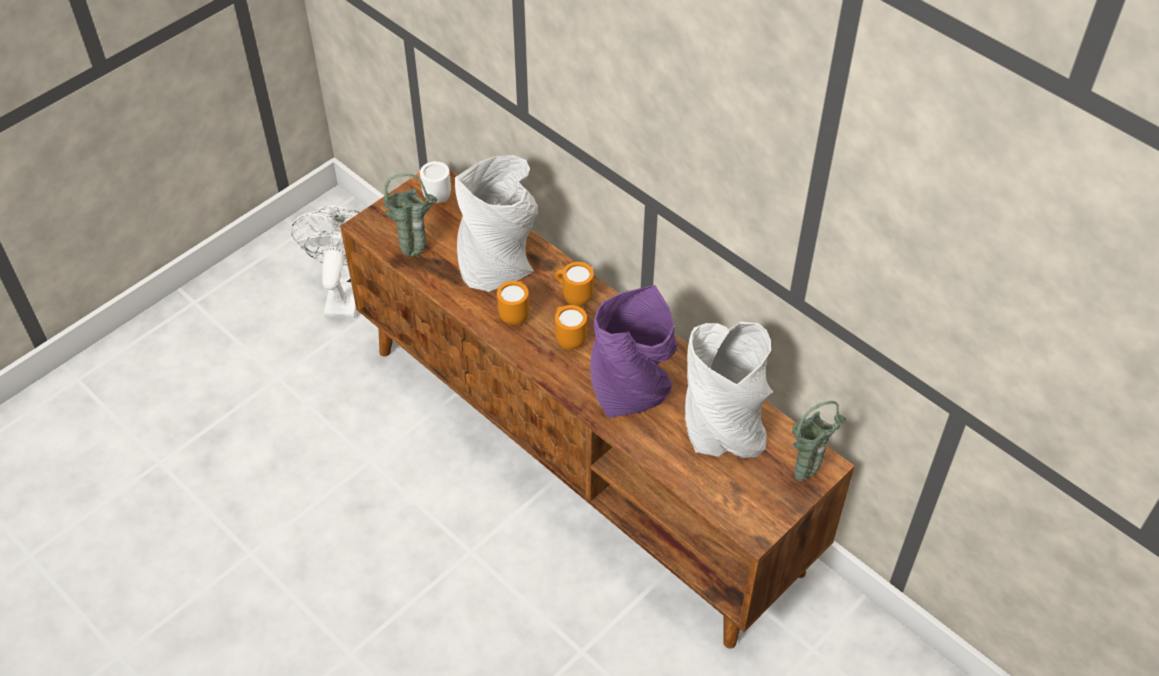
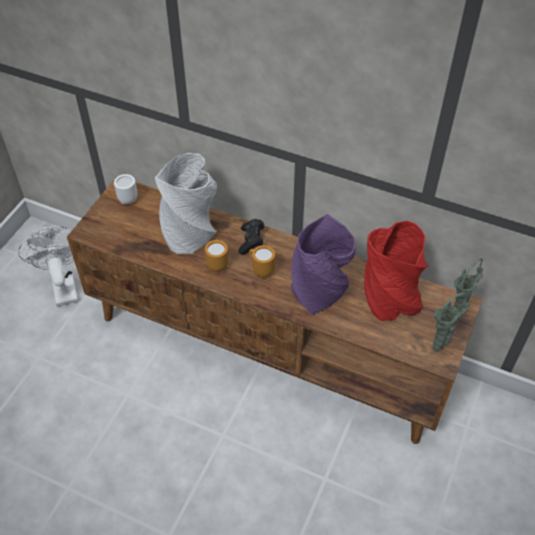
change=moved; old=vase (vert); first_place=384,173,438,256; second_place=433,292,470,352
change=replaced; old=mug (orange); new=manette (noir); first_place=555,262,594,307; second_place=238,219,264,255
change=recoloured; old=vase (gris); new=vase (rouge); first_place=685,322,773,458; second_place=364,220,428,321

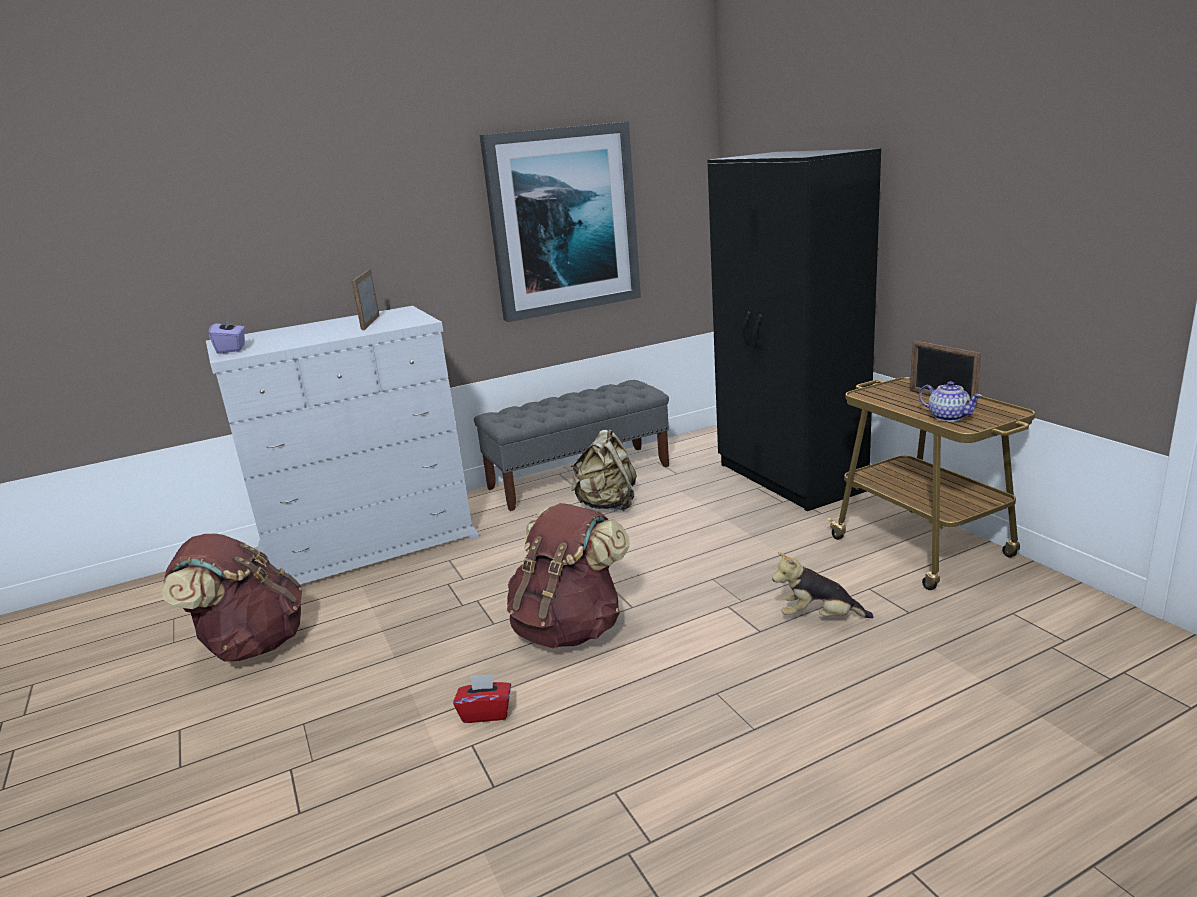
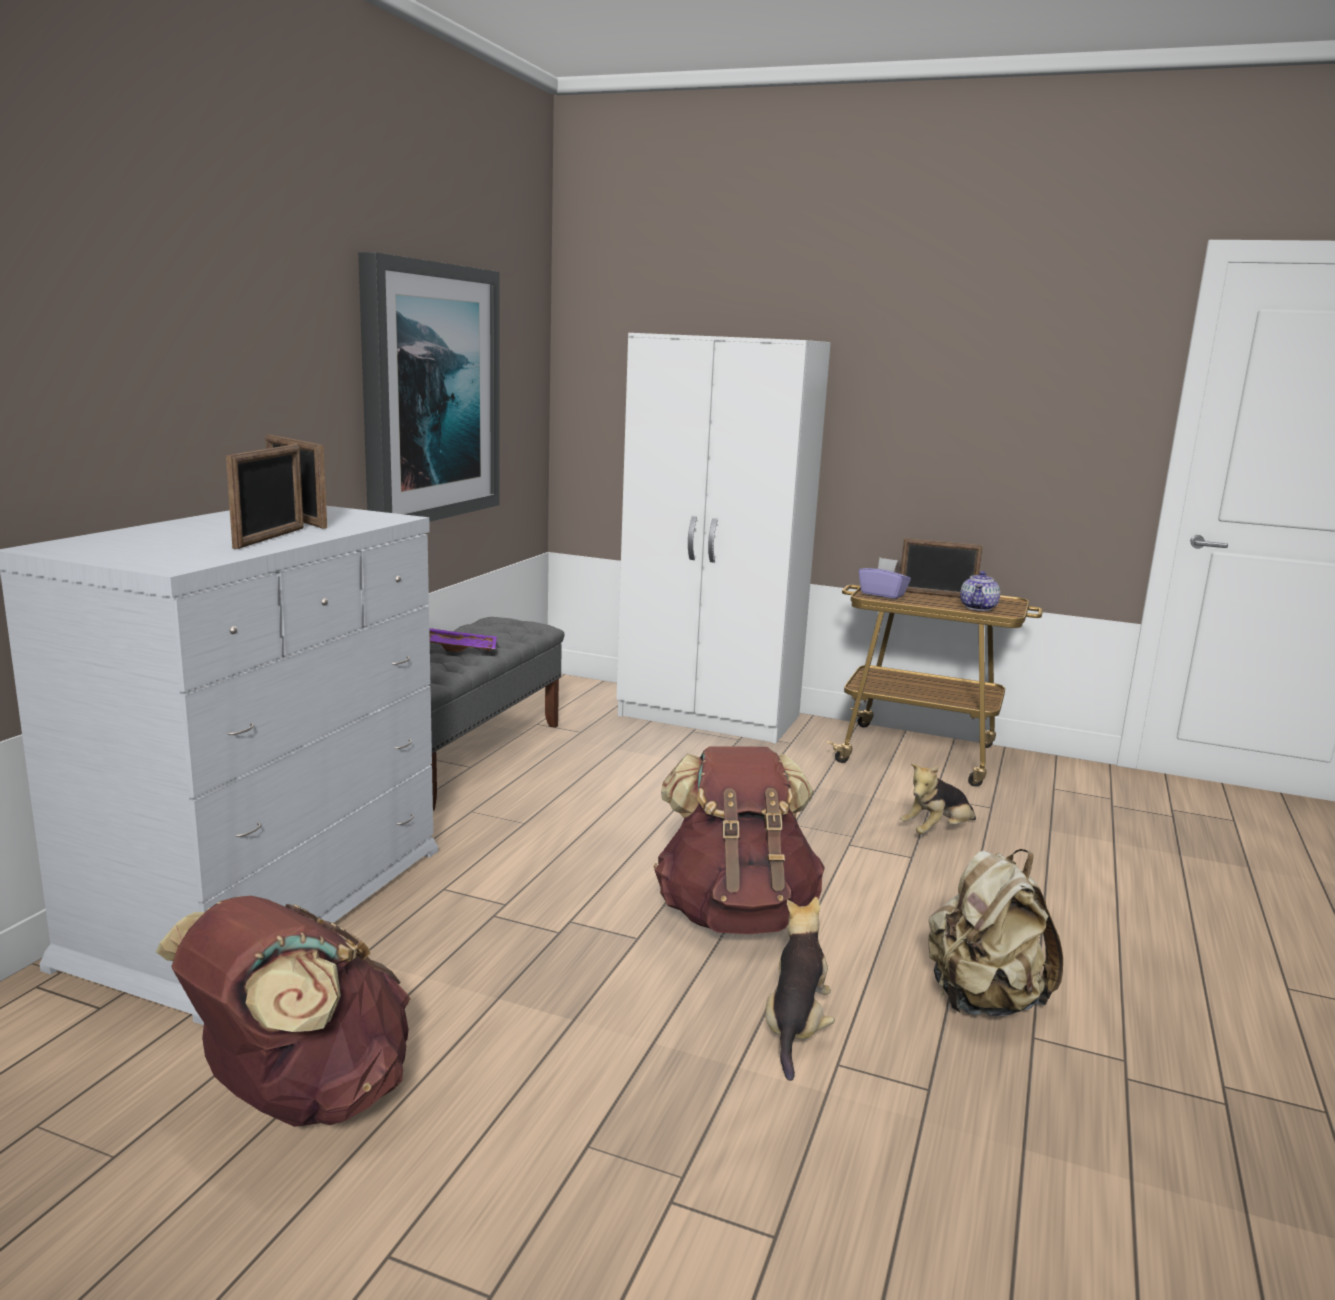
change=recoloured; old=armoire (noir); new=armoire (blanc); first_place=707,148,881,511; second_place=616,333,831,744
change=moved; old=boîte à mouchoirs (violet); first_place=209,314,245,354; second_place=858,558,911,599
change=turned; old=théière; first_place=919,381,982,422; second_place=960,571,1000,611; degrees=105
change=moved; old=sac à dos (beige); first_place=571,429,637,511; second_place=928,849,1063,1016
change=replaced; old=boîte à mouchoirs (rouge); new=peluche; first_place=453,674,511,723; second_place=766,897,835,1081
change=added; new=cadre photo; second_place=226,444,304,549
change=added; new=plateau (violet); second_place=429,628,497,652

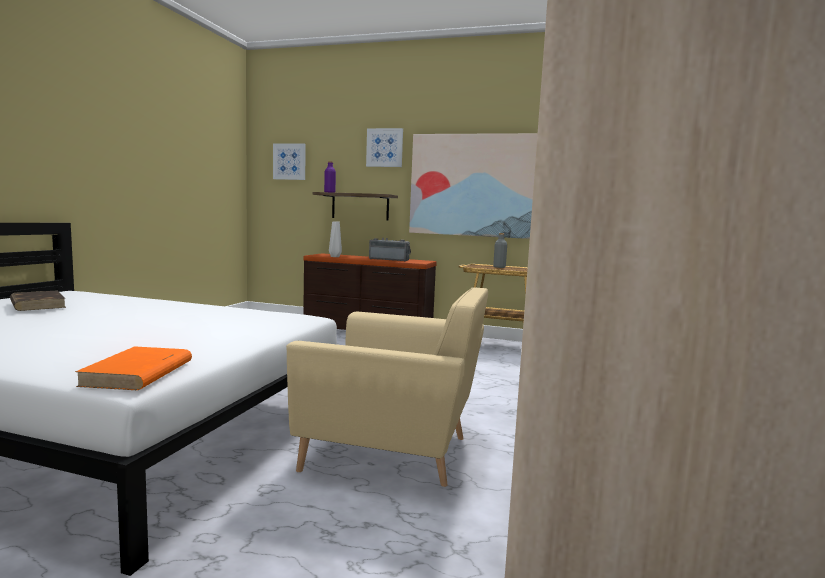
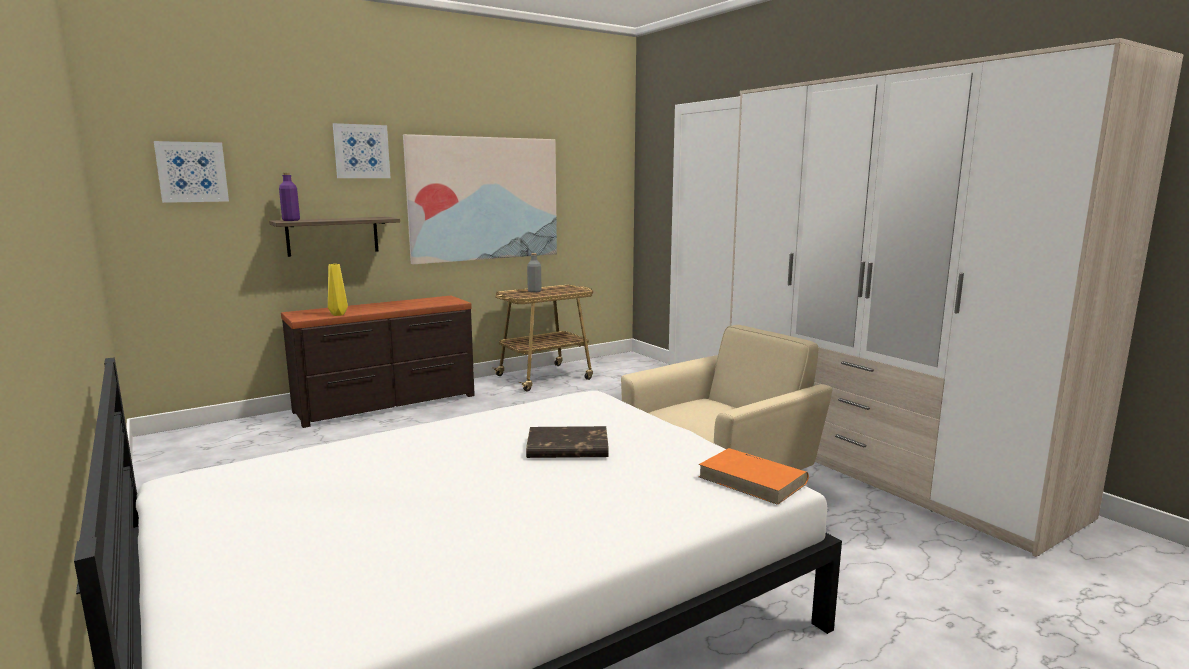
change=recoloured; old=vase (gris); new=vase (jaune); first_place=329,221,342,257; second_place=328,264,348,316
change=removed; old=radio; first_place=369,238,411,261
change=moved; old=livre (marron); first_place=10,290,66,311; second_place=526,426,609,458

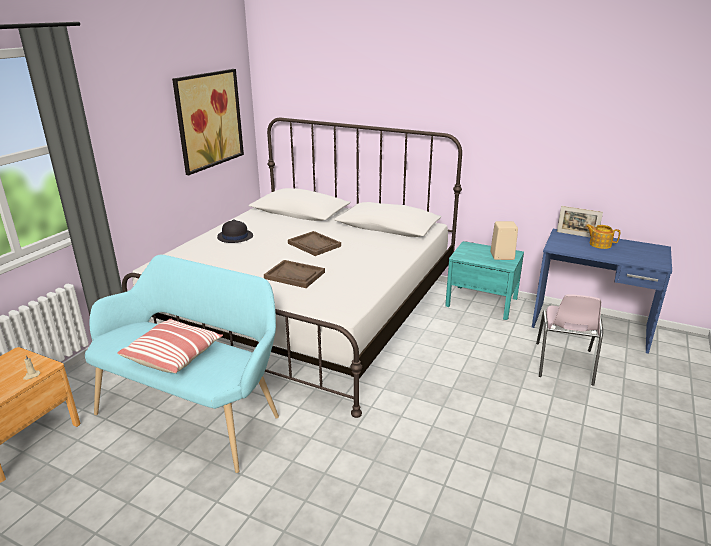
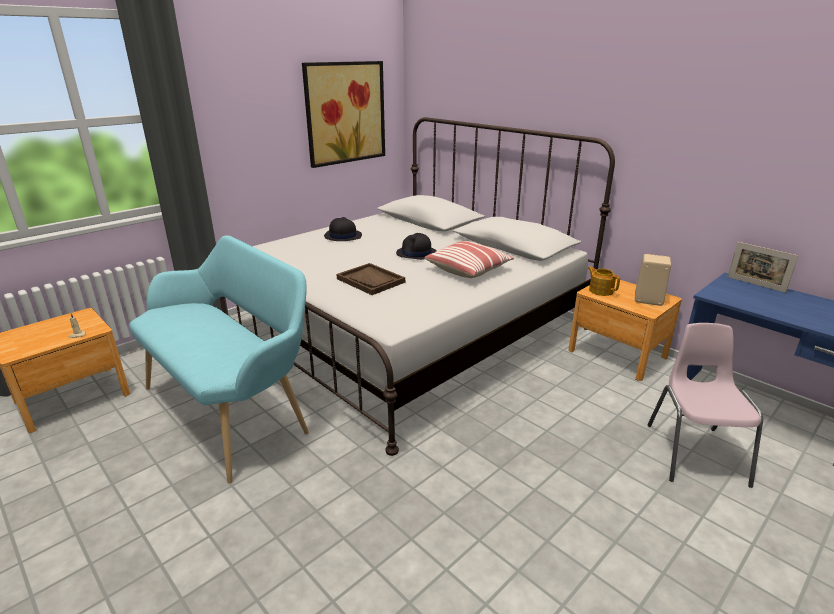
change=moved; old=théière; first_place=585,224,620,249; second_place=588,266,620,296
change=replaced; old=plateau (marron); new=chapeau (noir); first_place=288,231,341,256; second_place=396,233,437,260
change=recoloured; old=table de chevet (turquoise); new=table de chevet (marron); first_place=445,241,524,320; second_place=568,279,682,381
change=turned; old=chaise (rose); first_place=536,294,603,386; second_place=647,323,763,488; degrees=150
change=moved; old=coussin; first_place=117,319,223,373; second_place=424,241,514,278

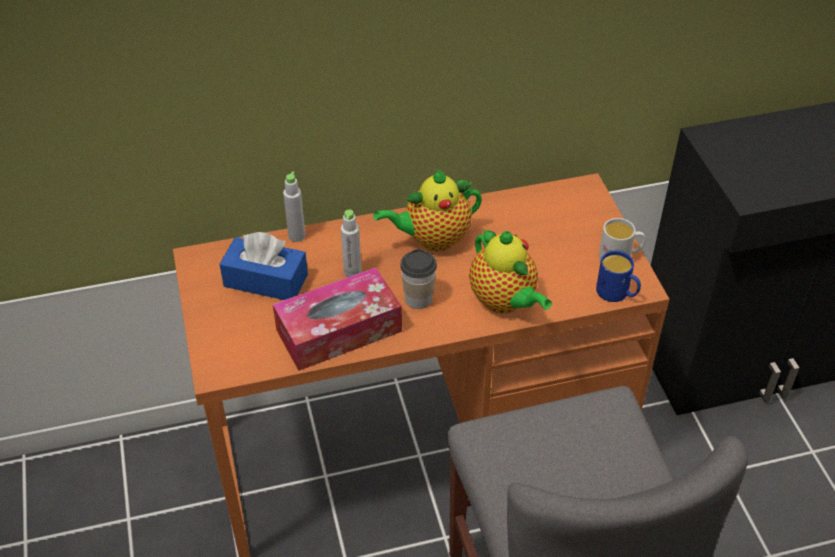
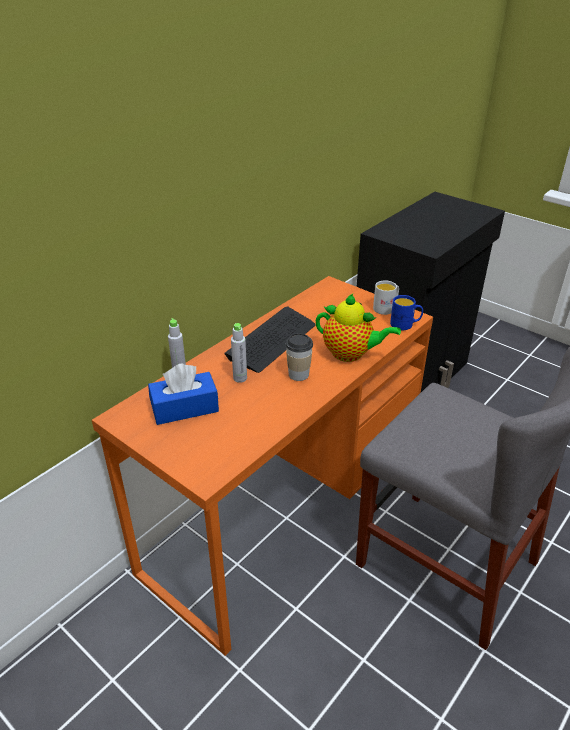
change=replaced; old=théière; new=clavier; first_place=373,170,482,251; second_place=224,306,315,373
change=removed; old=boîte à mouchoirs; first_place=273,268,402,371

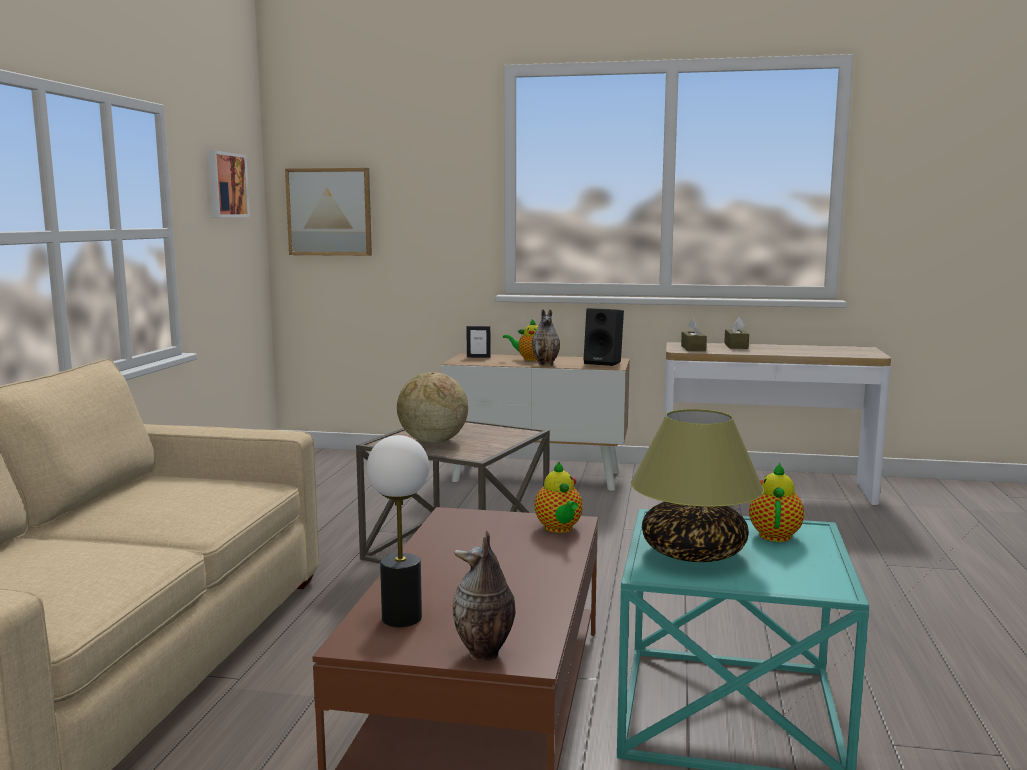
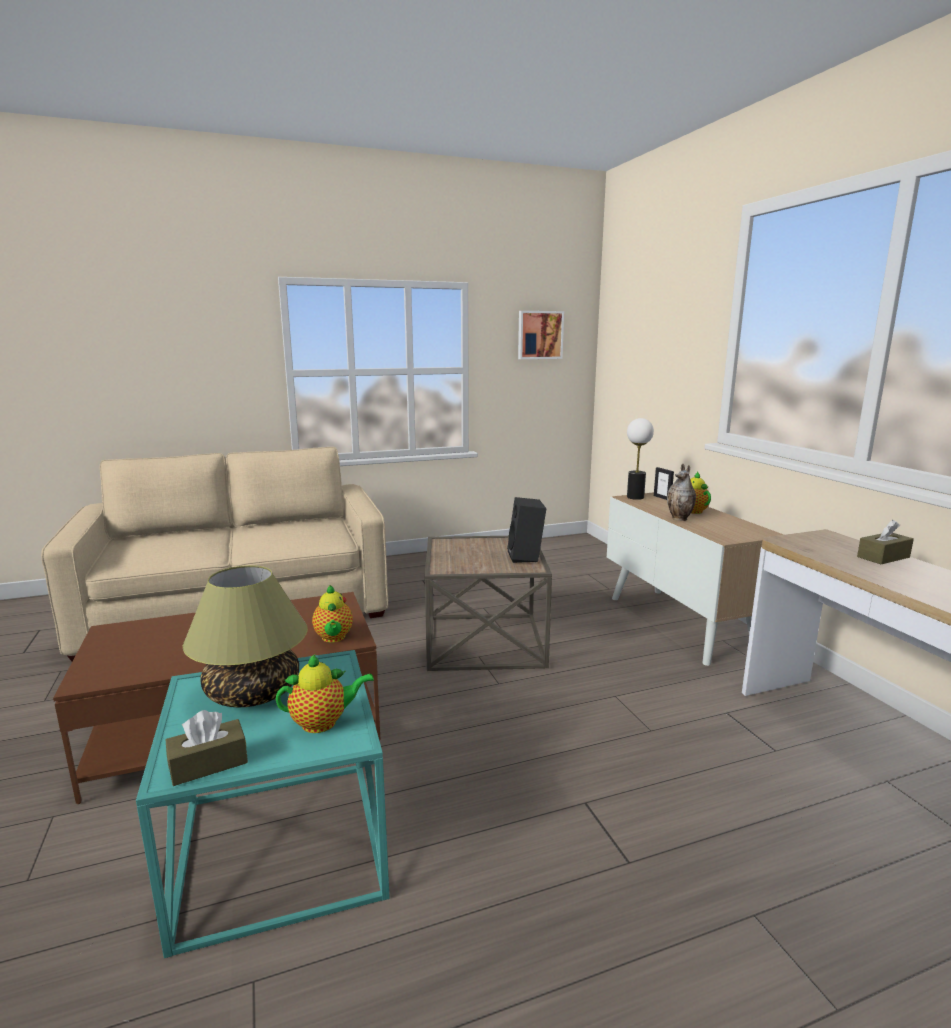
change=removed; old=tableau; first_place=285,168,372,256
change=moved; old=enceinte (noir); first_place=584,308,624,366; second_place=507,497,546,563
change=moved; old=boîte à mouchoirs (marron); first_place=681,319,707,351; second_place=166,710,248,786
change=removed; old=globe; first_place=397,372,468,443
change=moved; old=lampe de table; first_place=367,435,429,627; second_place=627,418,654,500
change=turned; old=théière; first_place=534,462,583,533; second_place=312,585,353,643; degrees=-60
change=removed; old=vase; first_place=453,531,516,662

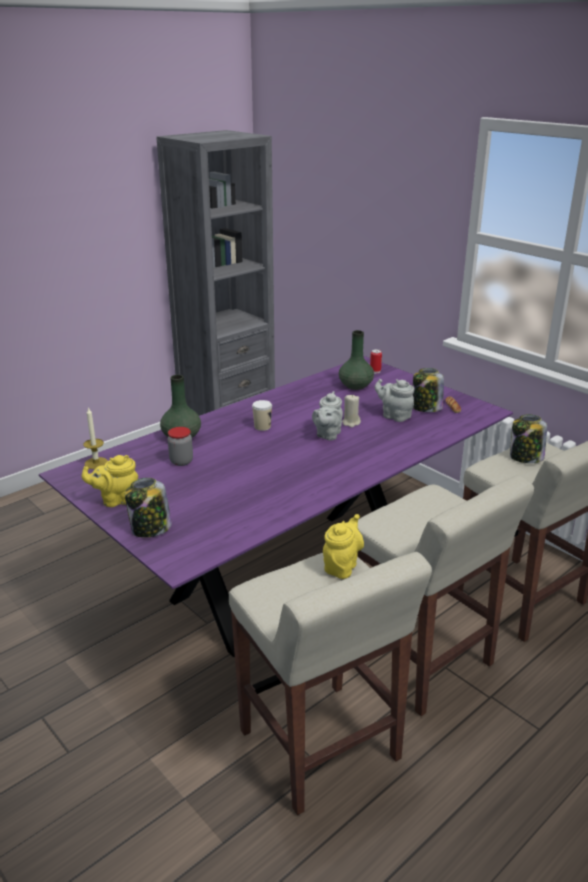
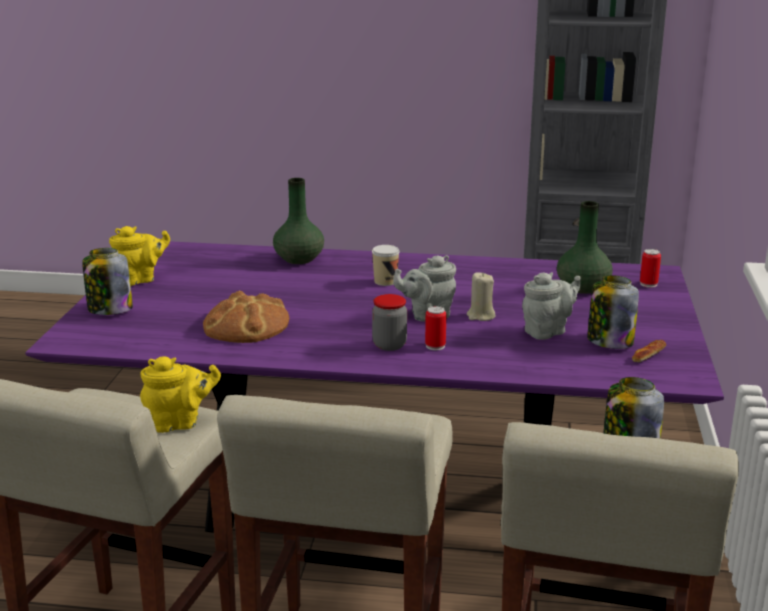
change=turned; old=théière (gris); first_place=375,379,414,422; second_place=522,272,581,340; degrees=60
change=removed; old=bougie; first_place=83,407,108,469
change=moved; old=bocal; first_place=168,427,193,466; second_place=372,294,407,351
change=turned; old=théière (jaune); first_place=82,455,138,507; second_place=109,226,170,286; degrees=120
change=added; new=pain; second_place=203,291,289,343
change=added; new=boîte métallique; second_place=425,306,447,350

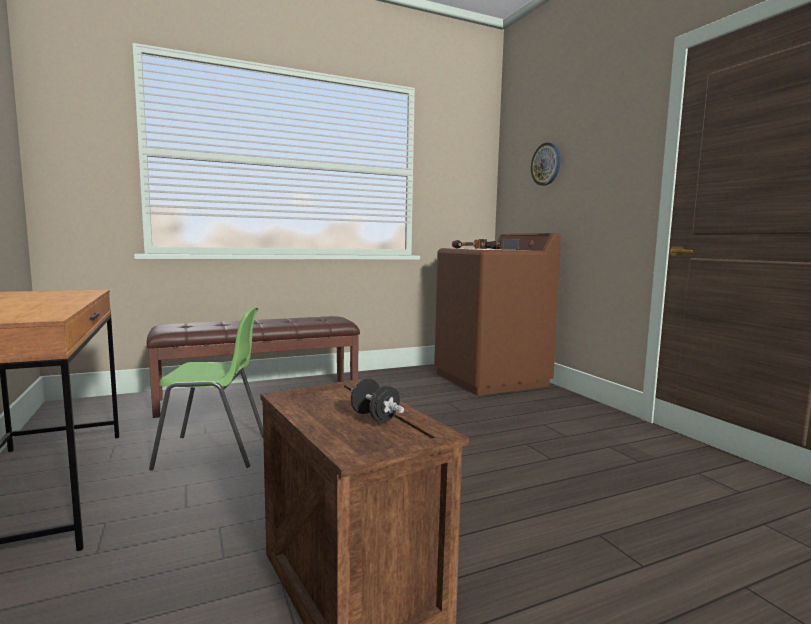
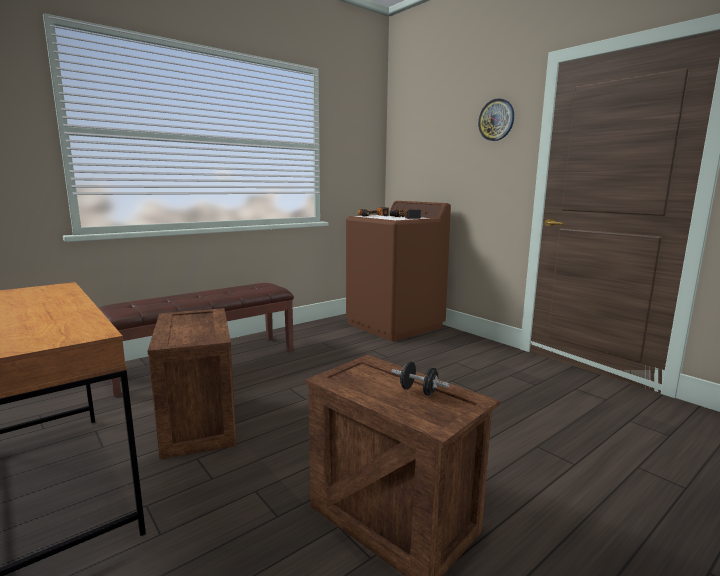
change=moved; old=horloge murale; first_place=531,143,561,186; second_place=478,98,514,141
change=replaced; old=chaise (vert); new=caisse; first_place=149,307,263,471; second_place=148,308,237,459

